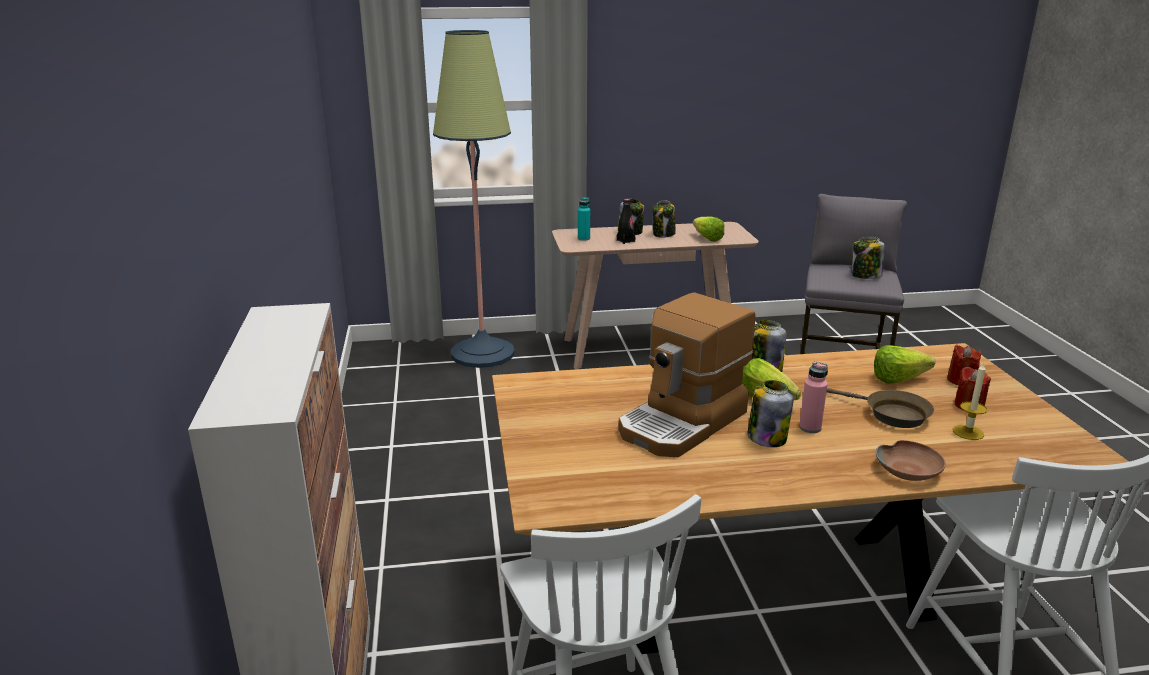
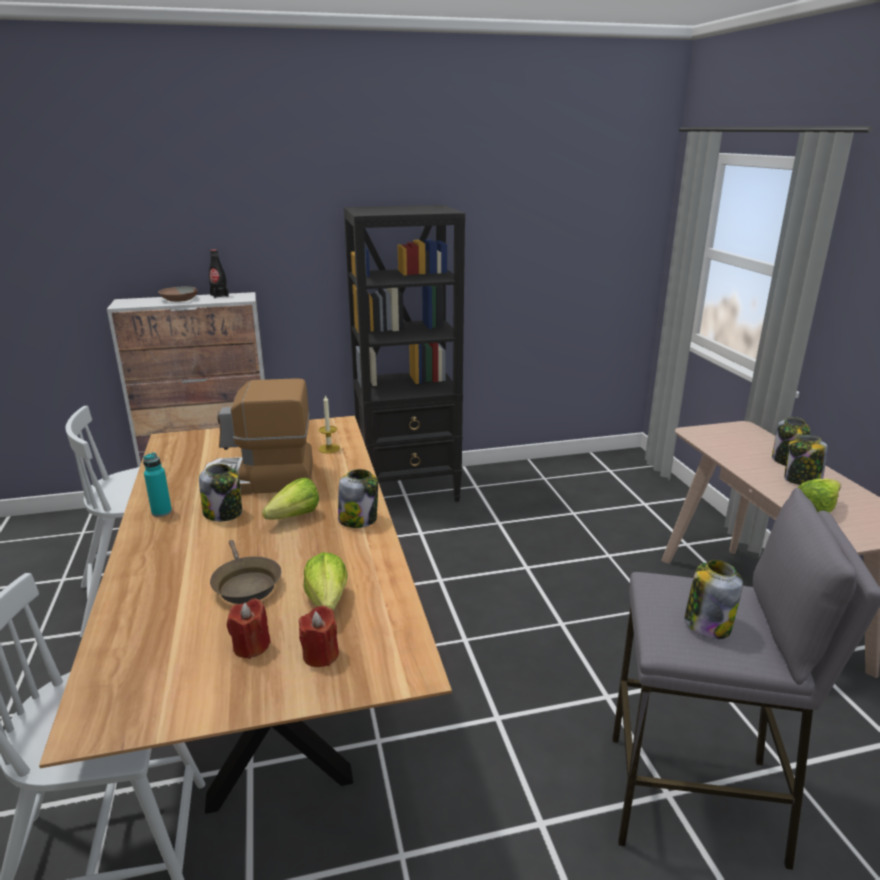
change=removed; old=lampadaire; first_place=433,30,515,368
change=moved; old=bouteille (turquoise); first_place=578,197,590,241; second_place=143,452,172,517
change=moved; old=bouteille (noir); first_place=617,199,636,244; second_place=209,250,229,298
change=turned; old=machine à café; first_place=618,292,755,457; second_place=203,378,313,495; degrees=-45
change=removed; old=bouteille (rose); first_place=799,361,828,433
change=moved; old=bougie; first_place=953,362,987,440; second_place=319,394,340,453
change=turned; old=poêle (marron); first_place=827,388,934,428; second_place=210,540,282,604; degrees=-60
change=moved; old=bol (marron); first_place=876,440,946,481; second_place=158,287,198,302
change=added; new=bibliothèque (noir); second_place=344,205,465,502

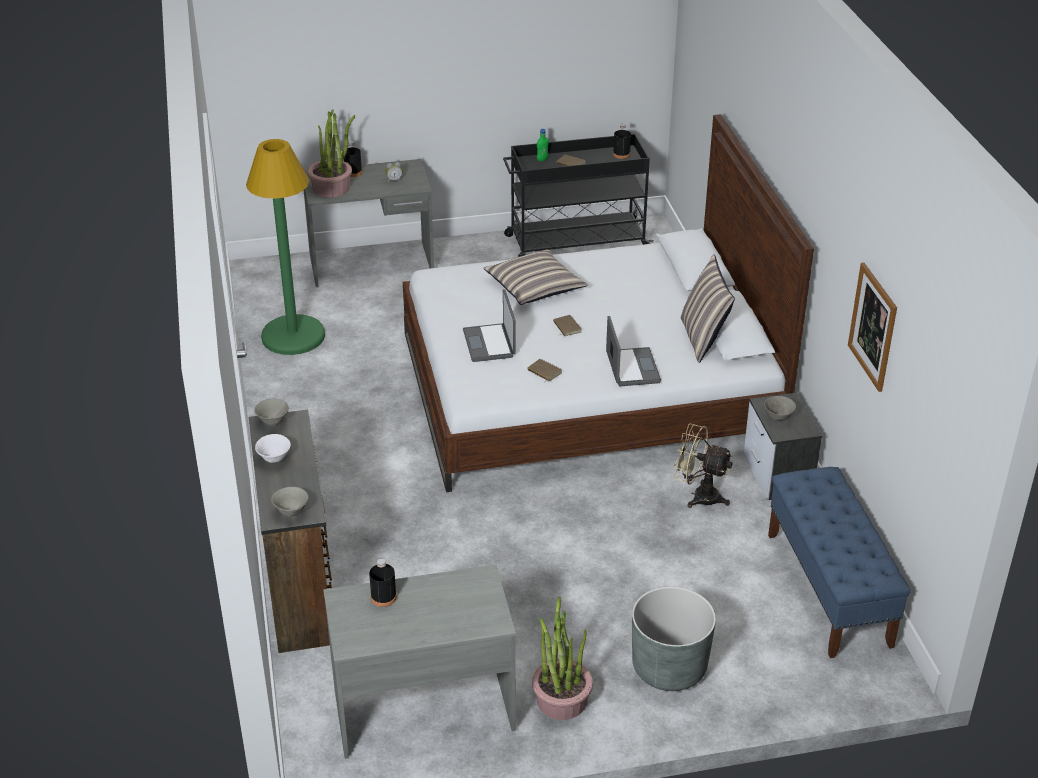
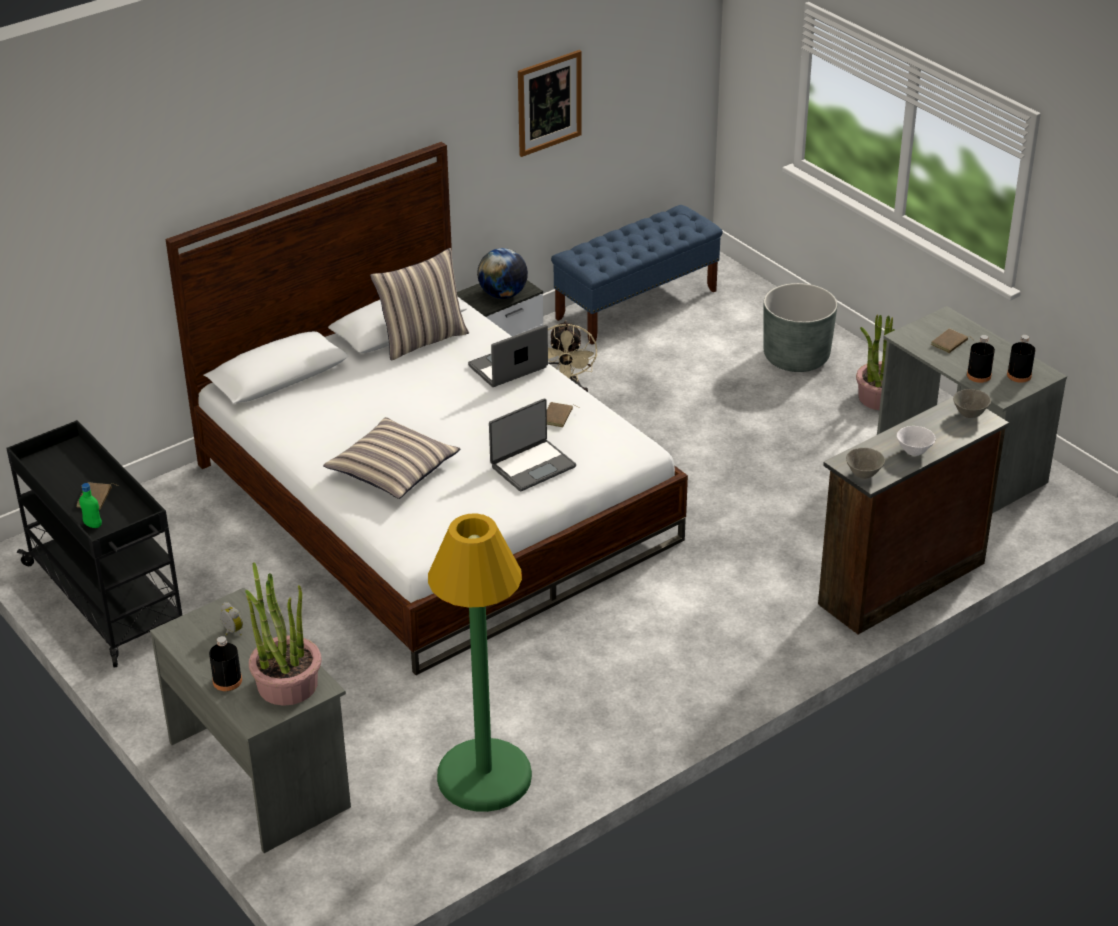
change=moved; old=bouteille (noir); first_place=613,123,631,159; second_place=1007,335,1035,383
change=moved; old=livre (marron); first_place=553,315,582,336; second_place=931,328,974,353
change=replaced; old=bol (gris); new=globe; first_place=764,396,796,421; second_place=477,248,528,299

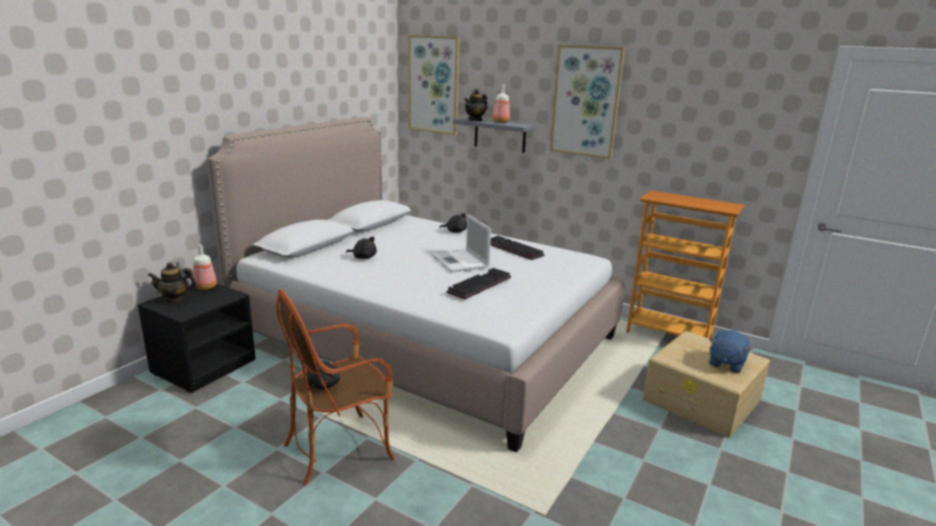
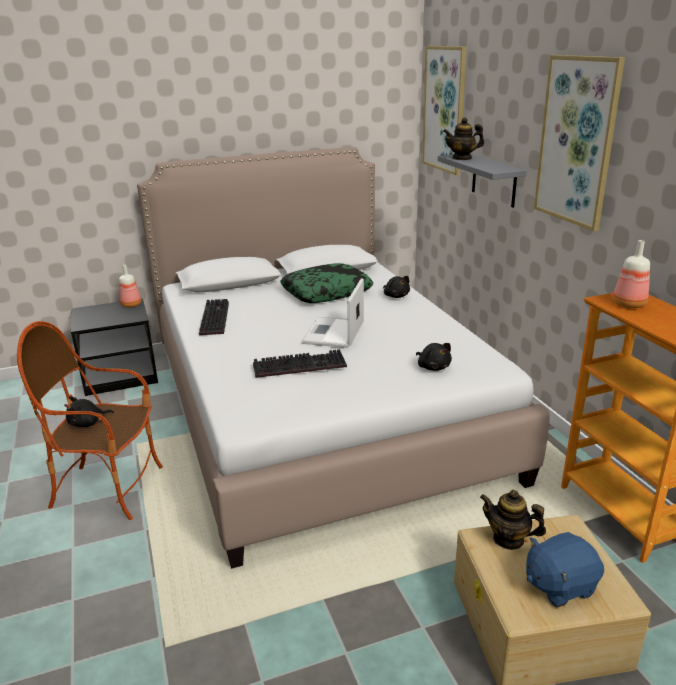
change=moved; old=bouteille; first_place=492,85,510,123; second_place=613,240,650,308
change=moved; old=clavier; first_place=490,236,545,260; second_place=199,299,229,335
change=moved; old=peluche (noir); first_place=346,237,377,259; second_place=416,343,452,371
change=moved; old=théière; first_place=148,262,197,304; second_place=480,490,546,550
change=added; new=coussin; second_place=280,263,373,303

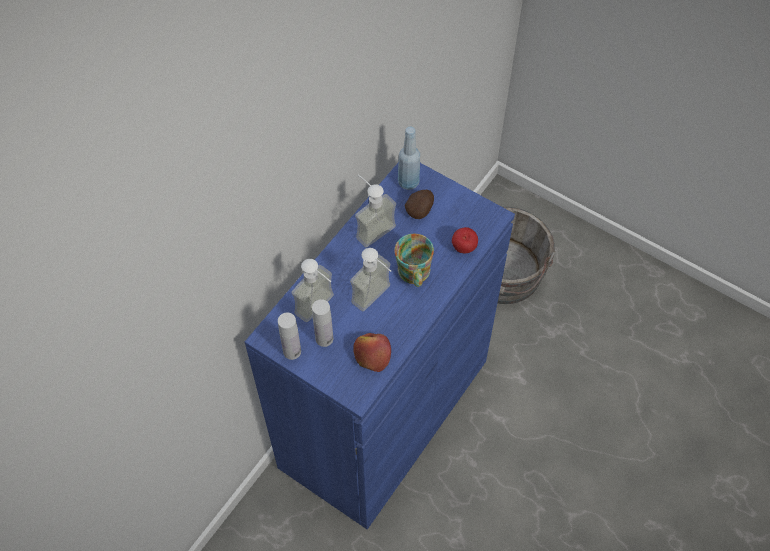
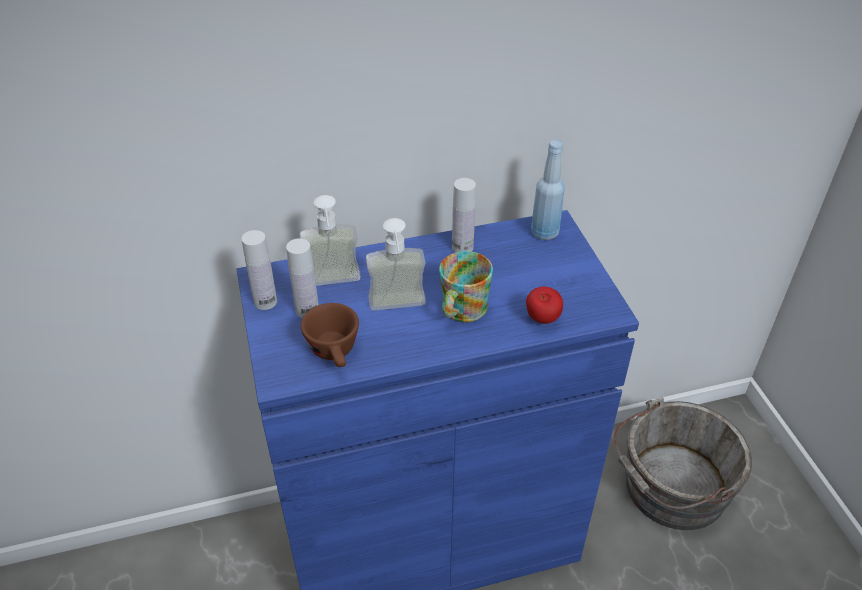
change=replaced; old=distributeur de savon; new=bouteille (blanc); first_place=355,174,396,247; second_place=452,178,476,253
change=removed; old=pomme de terre; first_place=405,190,434,219
change=replaced; old=pomme; new=tasse (marron); first_place=353,333,391,372; second_place=301,303,359,367

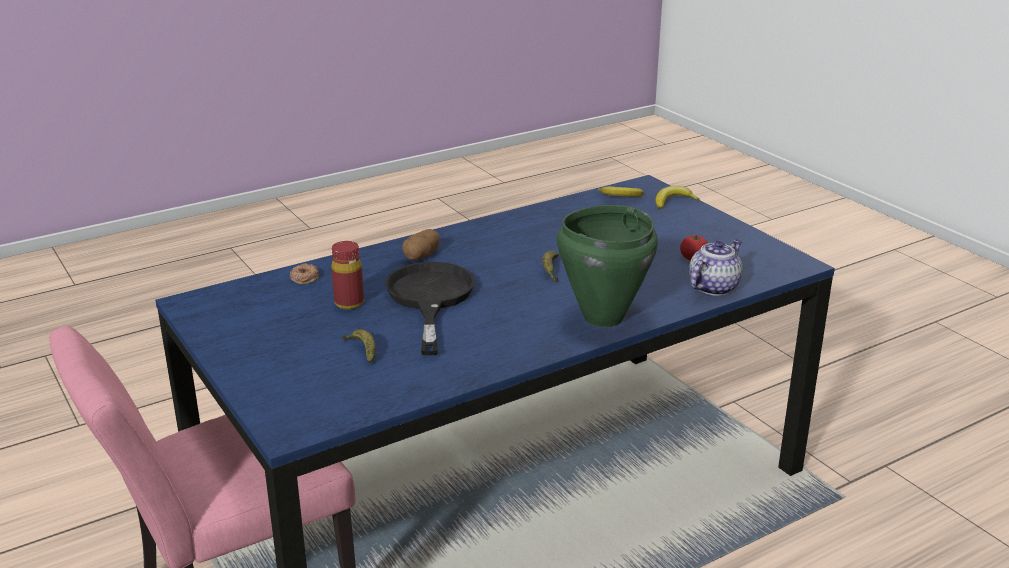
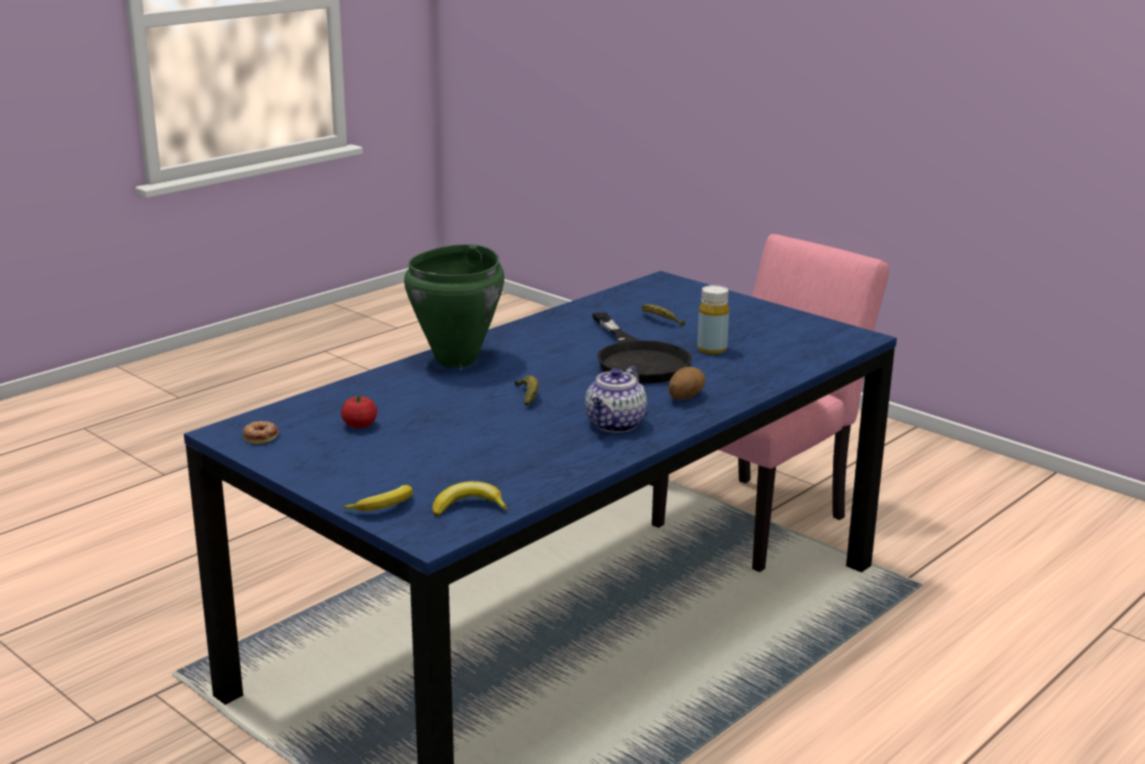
change=moved; old=théière; first_place=689,239,743,296; second_place=585,366,647,433
change=recoloured; old=bouteille (rouge); new=bouteille (jaune); first_place=331,241,364,310; second_place=697,285,729,355
change=moved; old=beignet; first_place=290,263,319,284; second_place=243,421,279,444

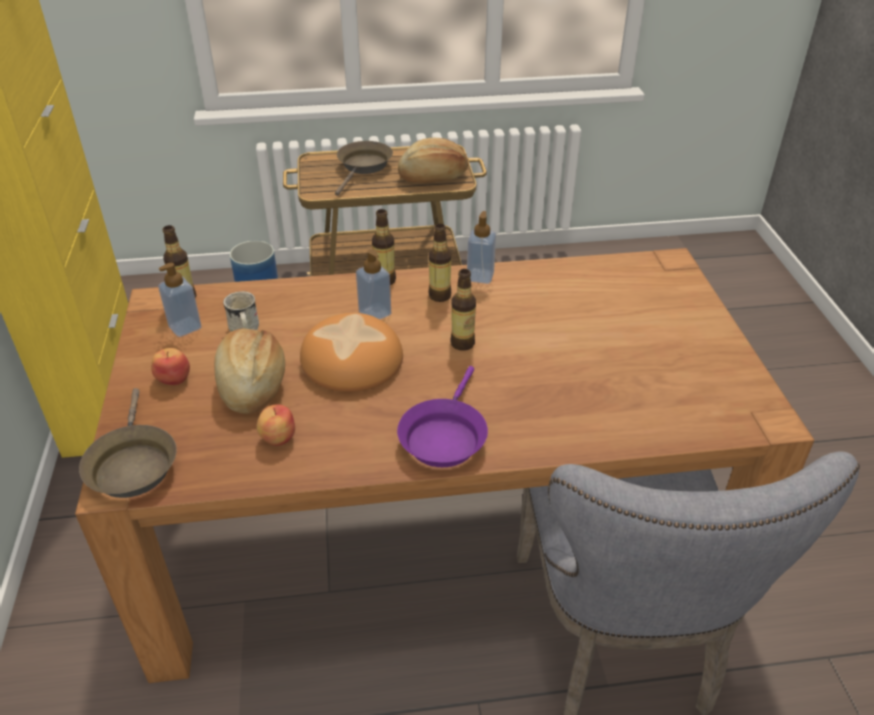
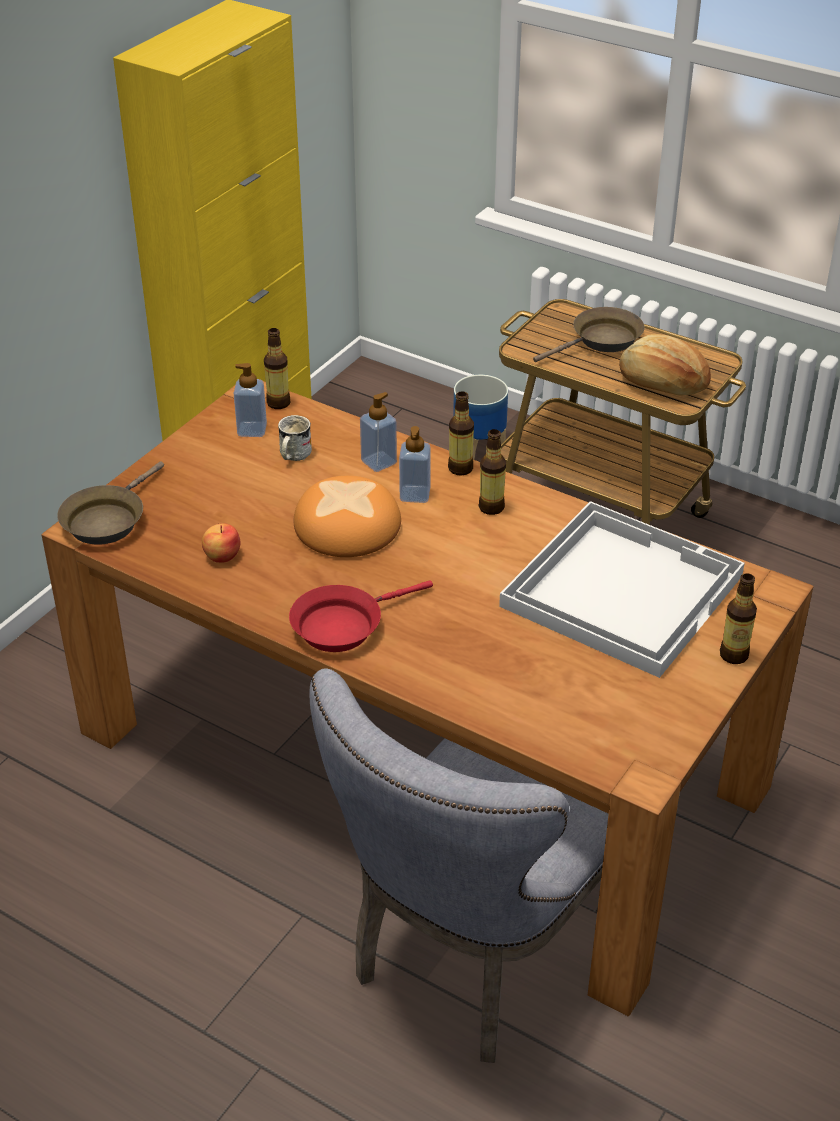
change=moved; old=distributeur de savon; first_place=467,211,496,284; second_place=360,392,397,472
change=moved; old=bouteille; first_place=450,269,476,351; second_place=720,573,757,664
change=removed; old=pain; first_place=214,328,285,414
change=removed; old=pomme; first_place=151,348,190,385
change=recoloured; old=poêle (violet); new=poêle (rouge); first_place=397,366,488,467; second_place=289,580,433,652
change=added; new=plateau (blanc); second_place=499,501,745,678

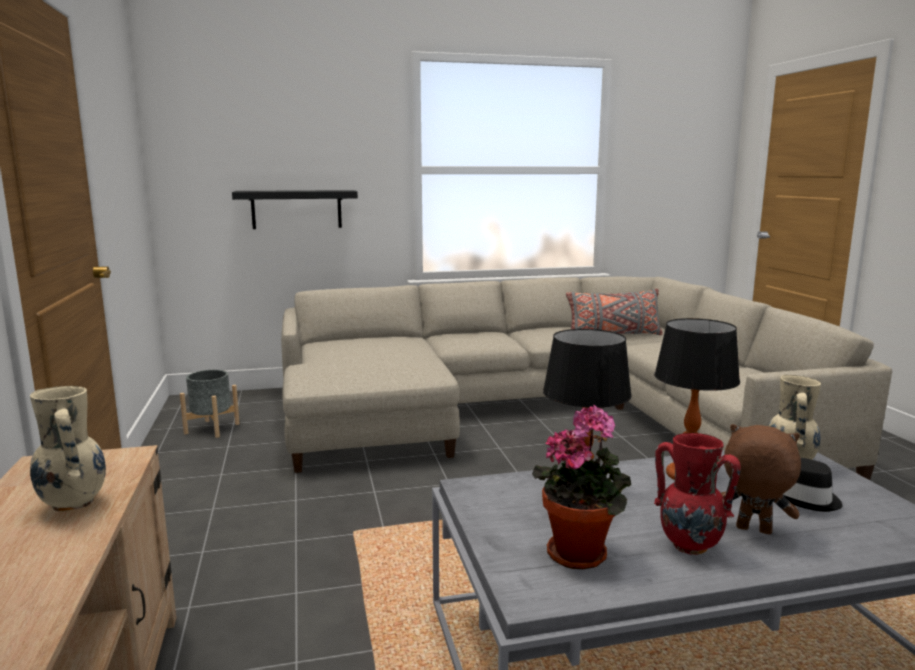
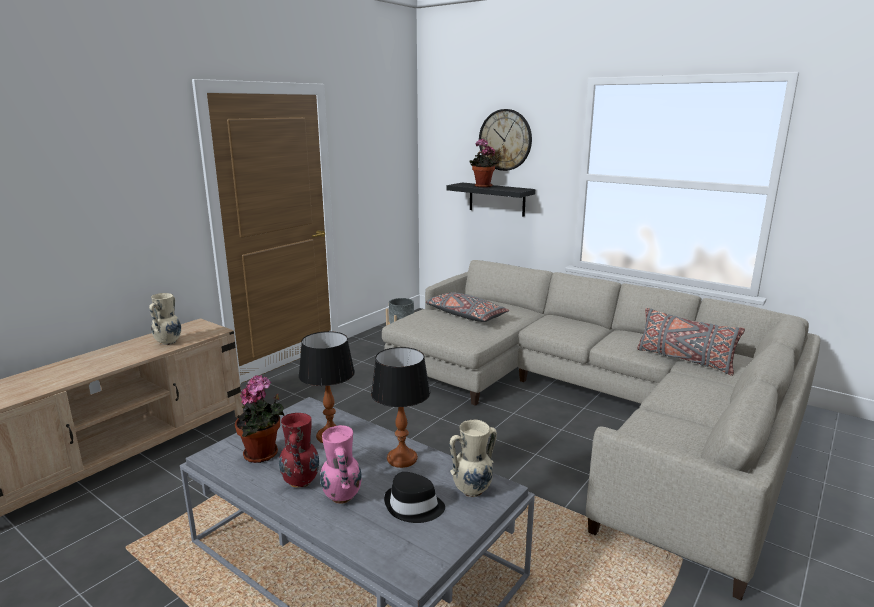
change=replaced; old=peluche (marron); new=vase (rose); first_place=721,424,801,534; second_place=320,425,361,504
change=added; new=horloge murale; second_place=479,109,532,171
change=added; new=plante en pot; second_place=470,139,499,188
change=added; new=coussin (gris); second_place=426,292,509,322

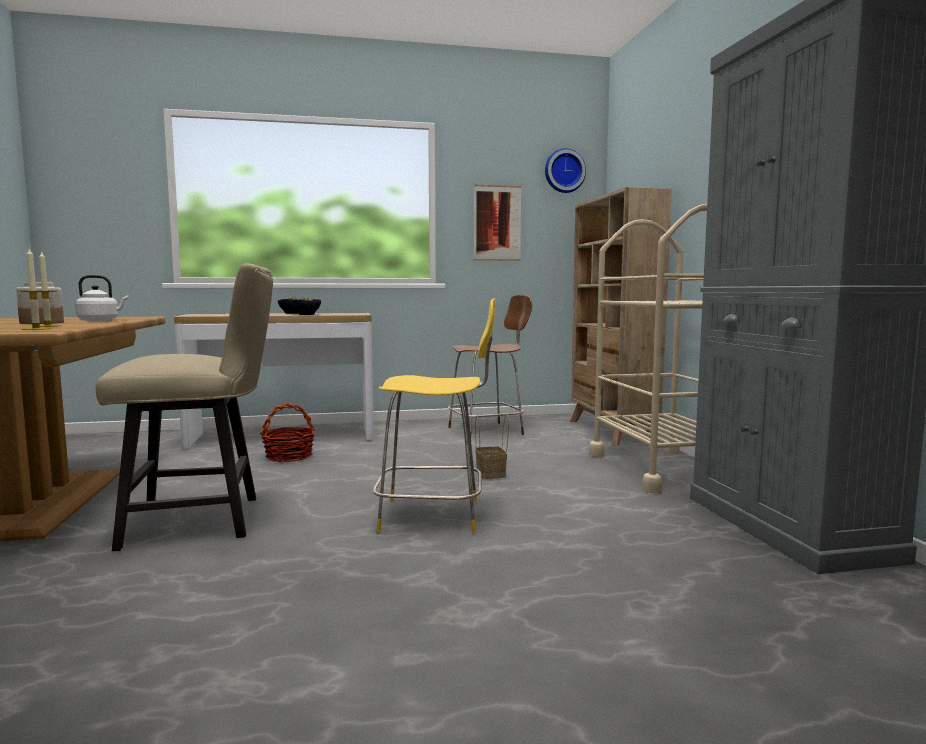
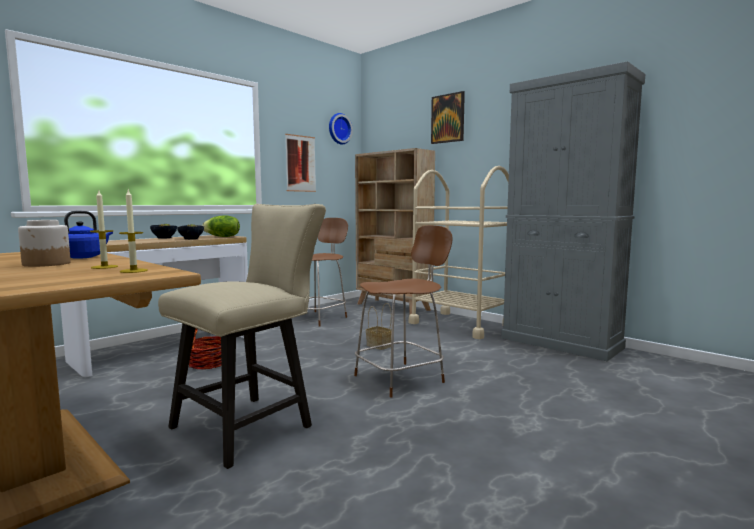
change=recoloured; old=bouilloire (blanc); new=bouilloire (bleu); first_place=75,275,128,321; second_place=64,211,113,259
change=recoloured; old=chaise (jaune); new=chaise (marron); first_place=373,299,496,534; second_place=354,225,453,398
change=added; new=tableau; second_place=431,91,465,144
change=added; new=laitue; second_place=202,215,240,237

